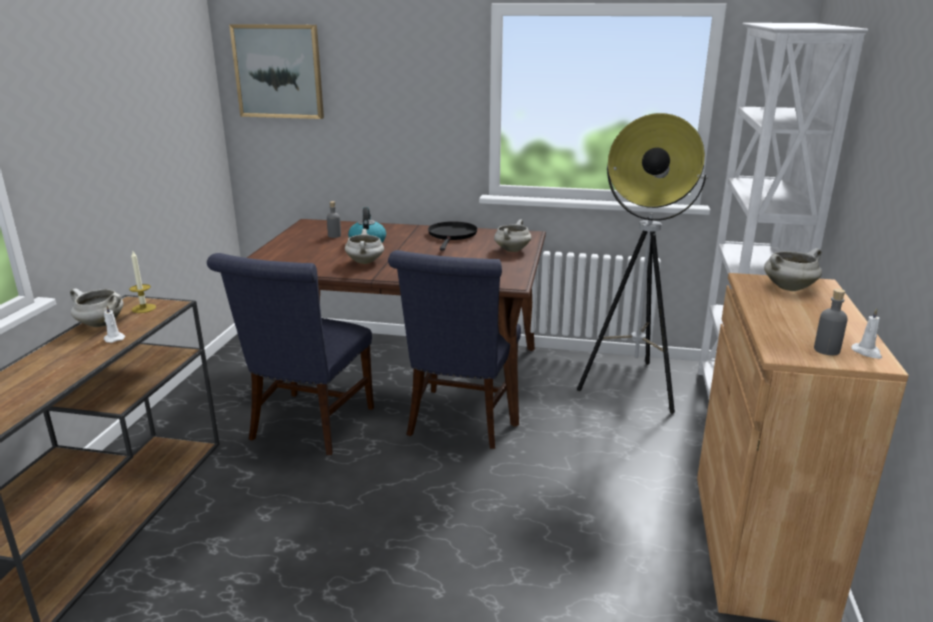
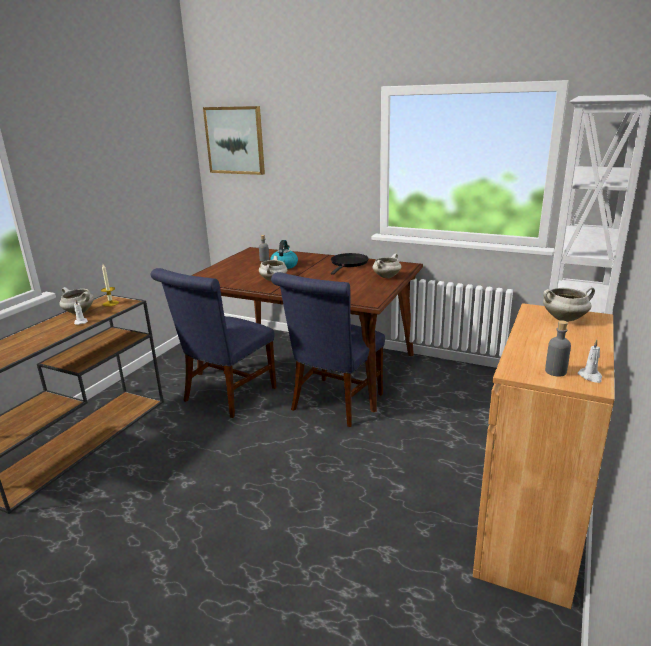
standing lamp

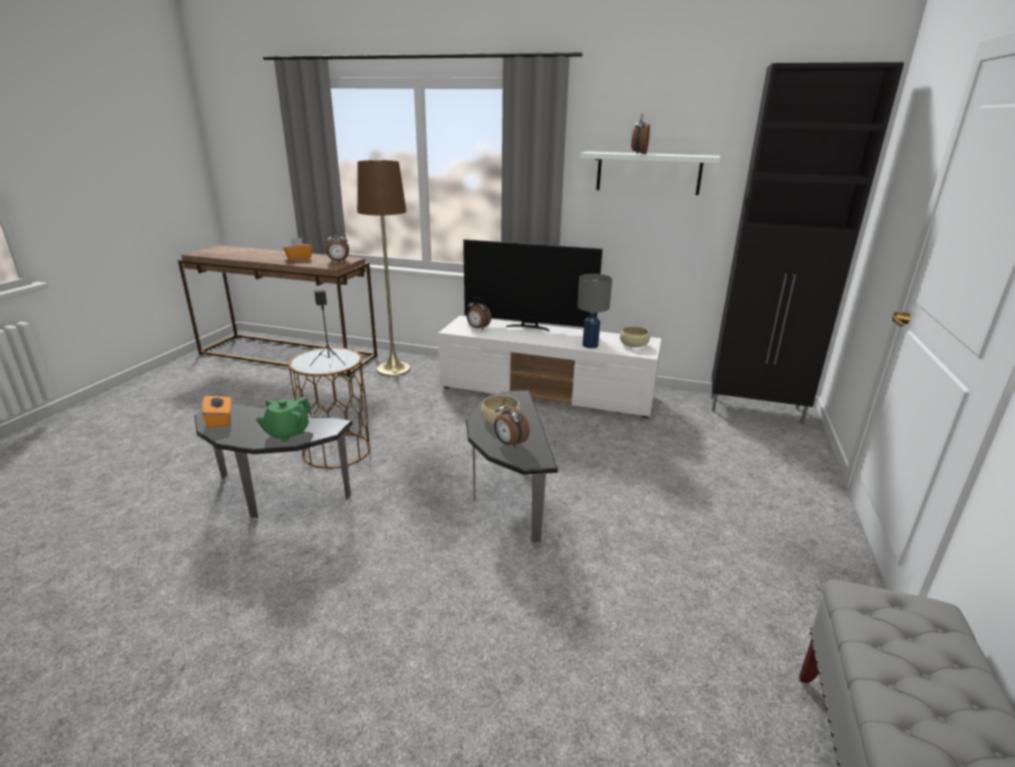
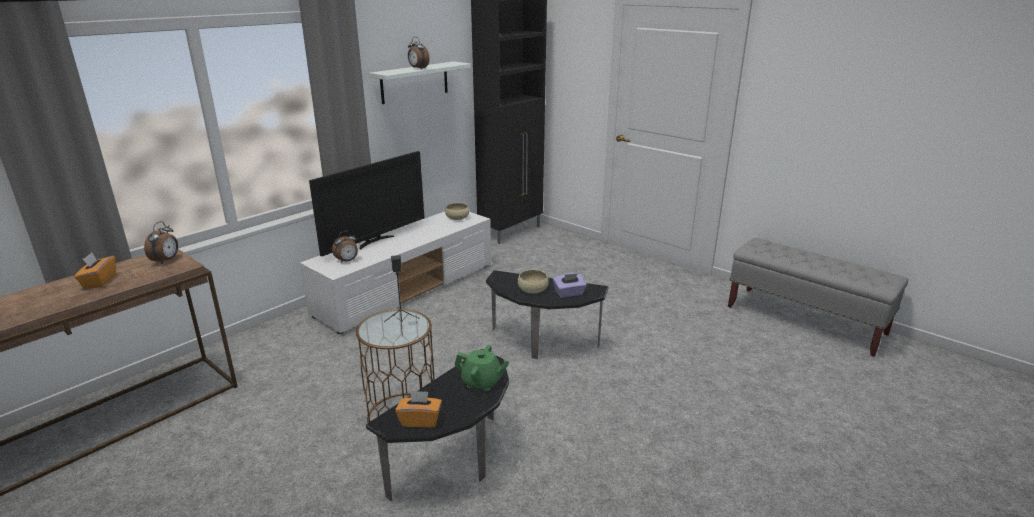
brownish standing lamp
gray lamp for a table
purplish box of tissues
green-coloured teapot

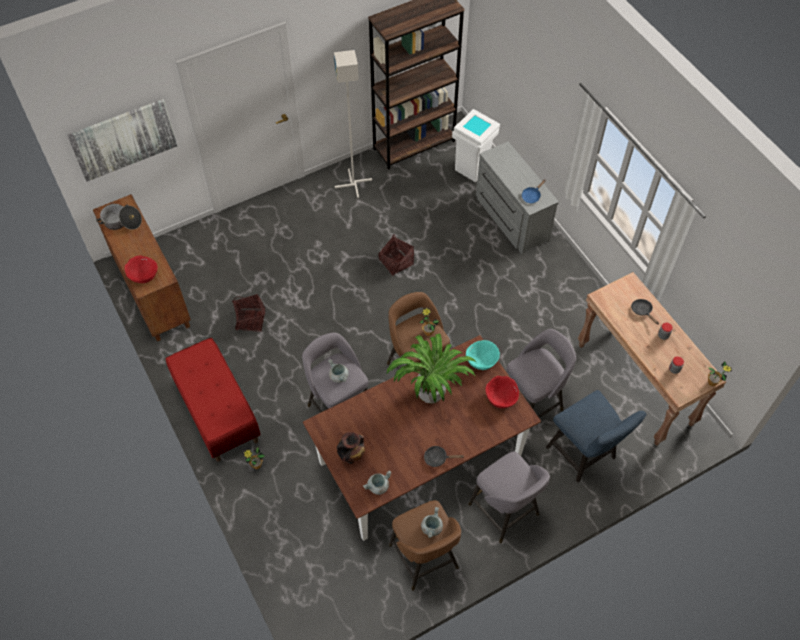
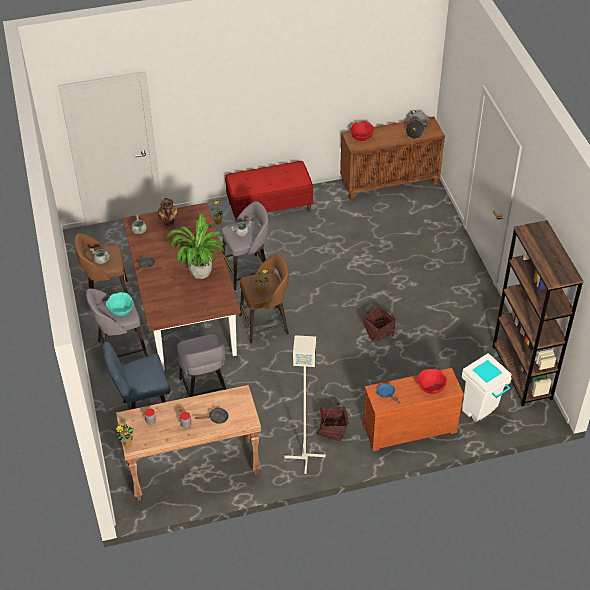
wall art
household basket (1st from left)
gray standing lamp
turquoise deep dish
red-coloured deep dish (2nd from left)
brownish chest of drawers

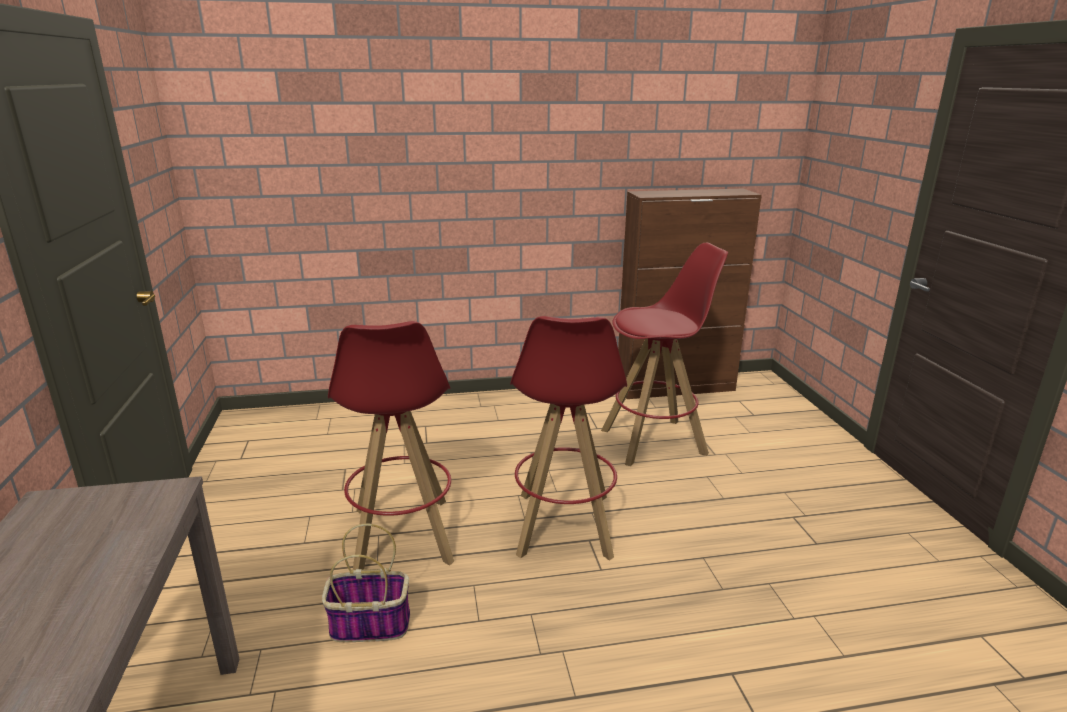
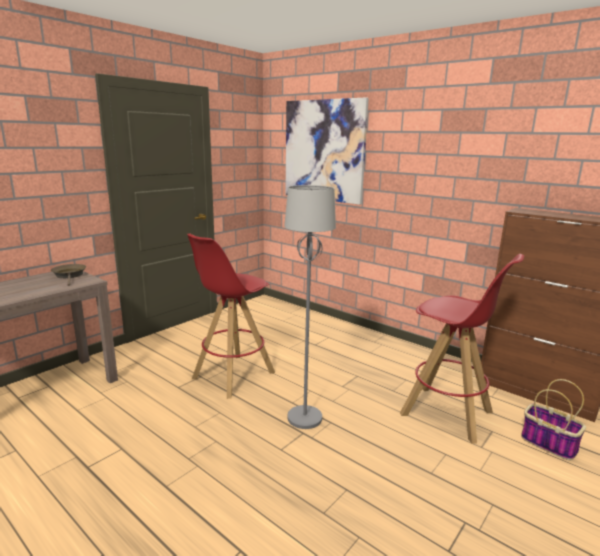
brownish pan
wall art
household basket
gray standing lamp

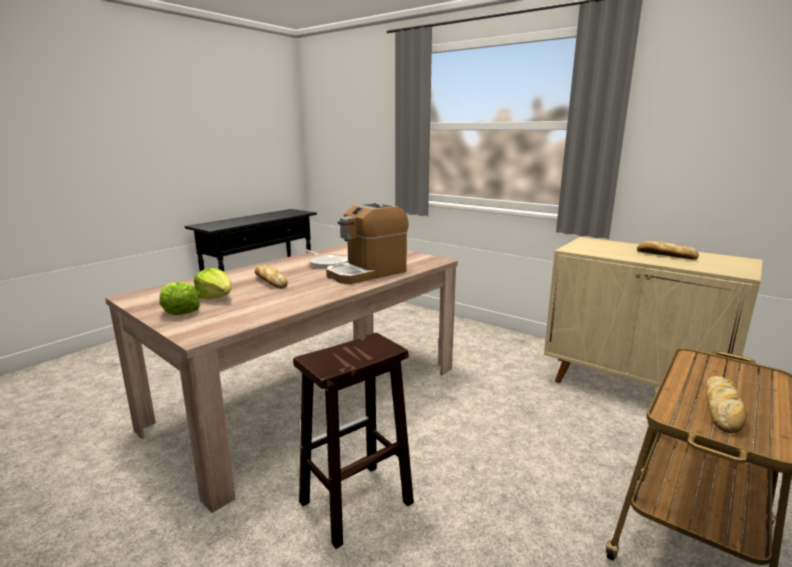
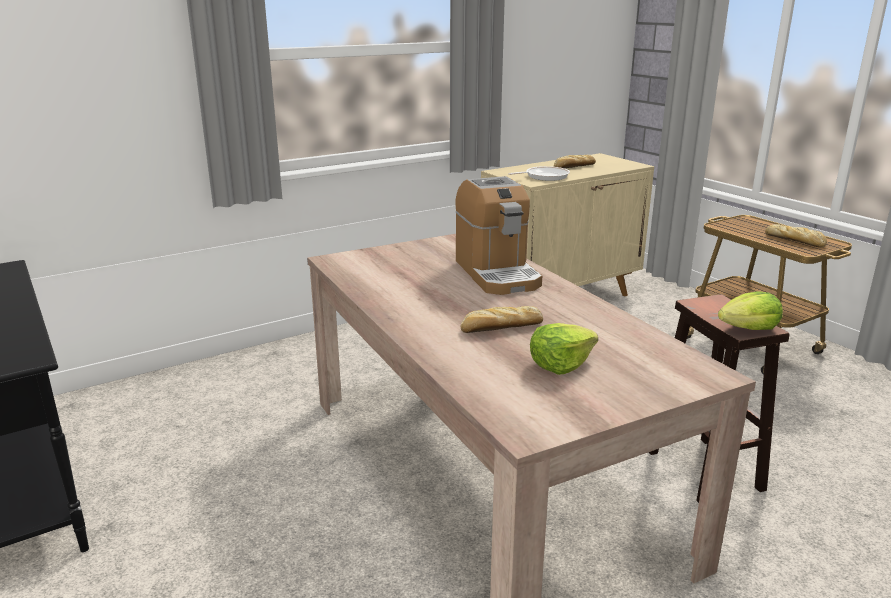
head of lettuce (2nd from left)
pan

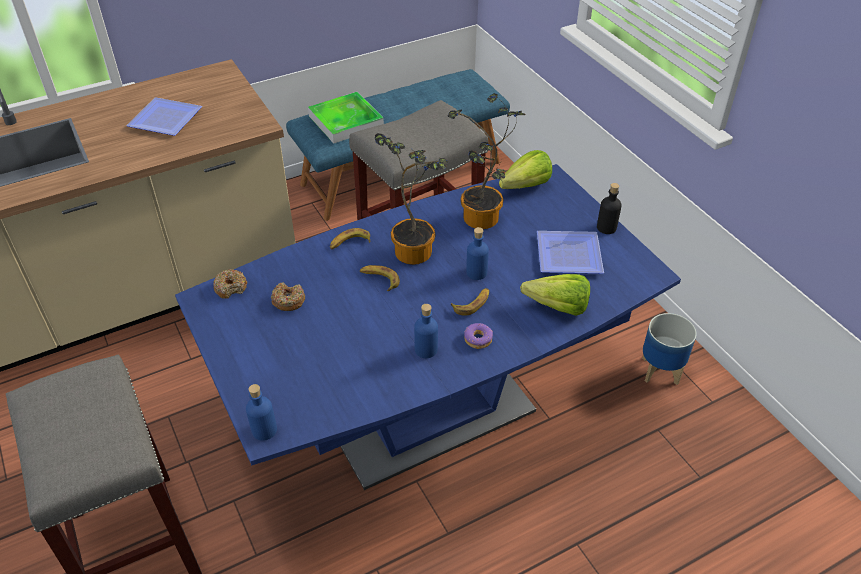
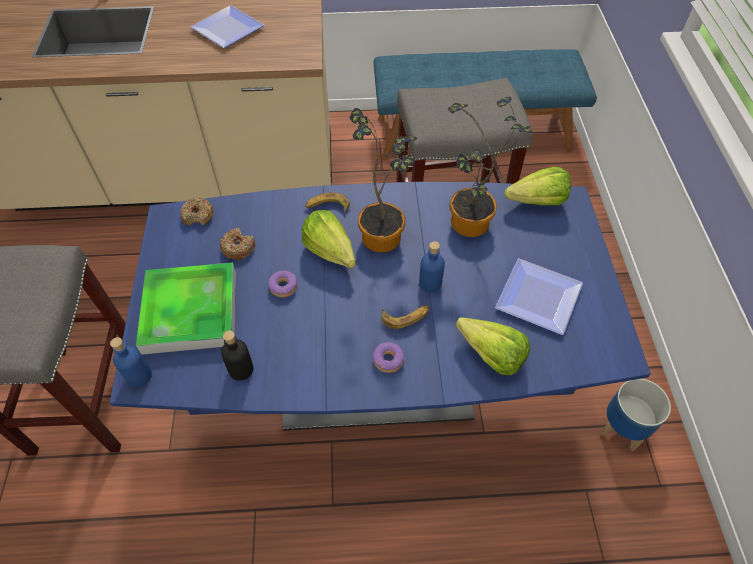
blue drink bottle (2nd from left in the first image)
ring doughnut (3rd from left)
serving tray
blackish drink bottle
head of lettuce (1st from left)

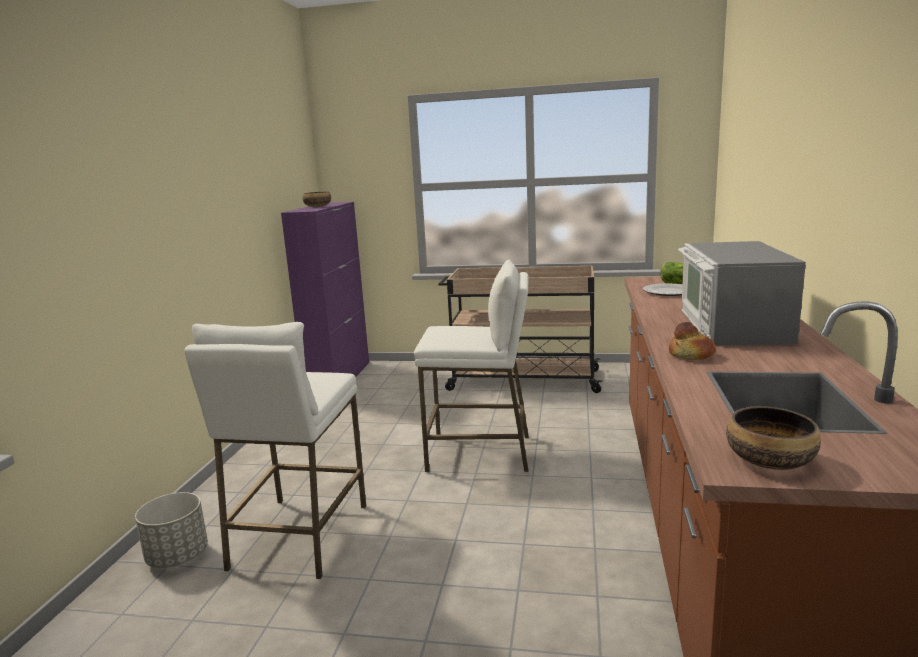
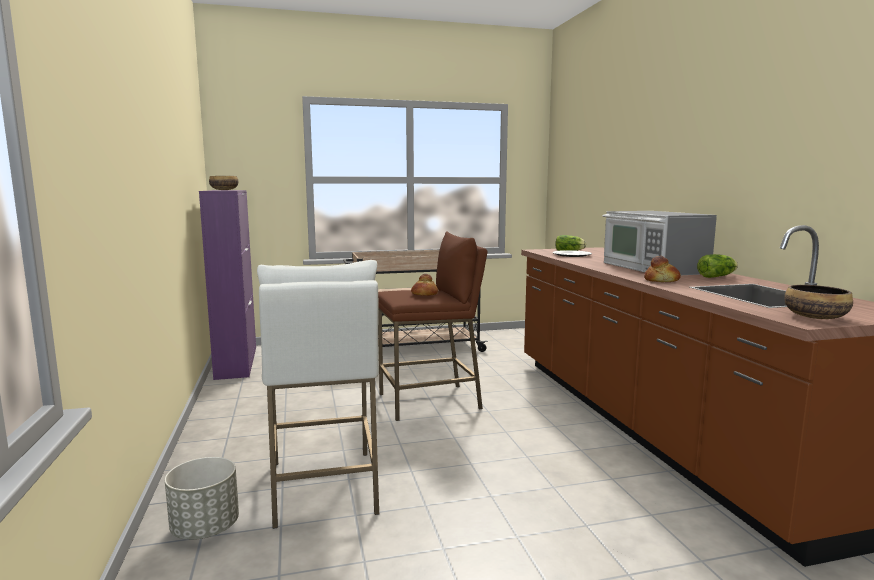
bakery bread (1st from left)
head of lettuce (2nd from left)
brownish stool

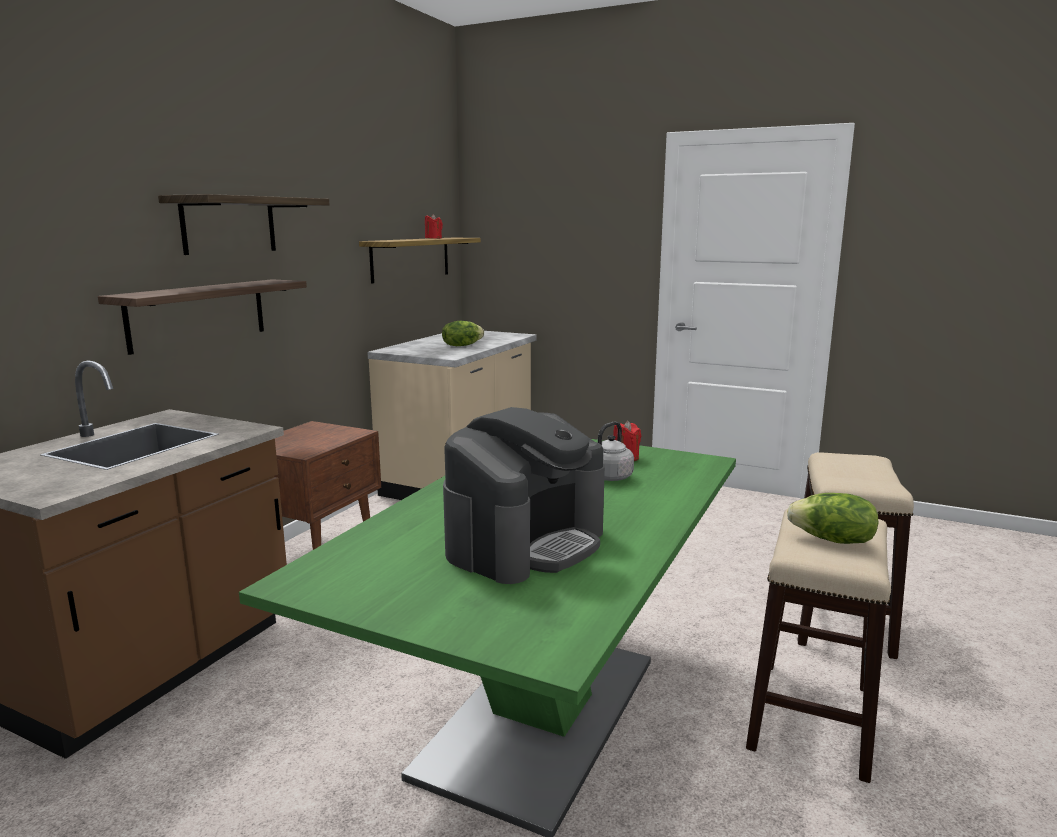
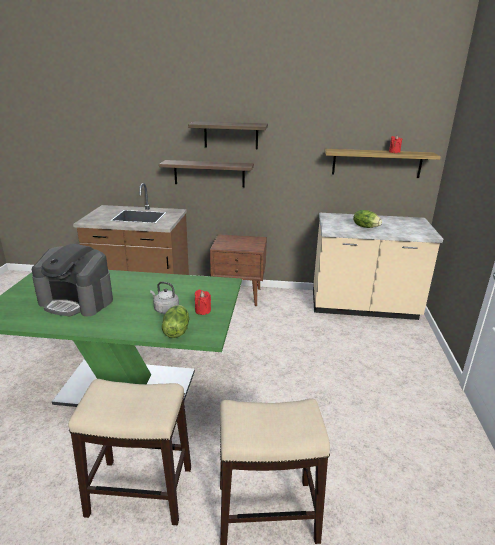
head of lettuce (1st from left)

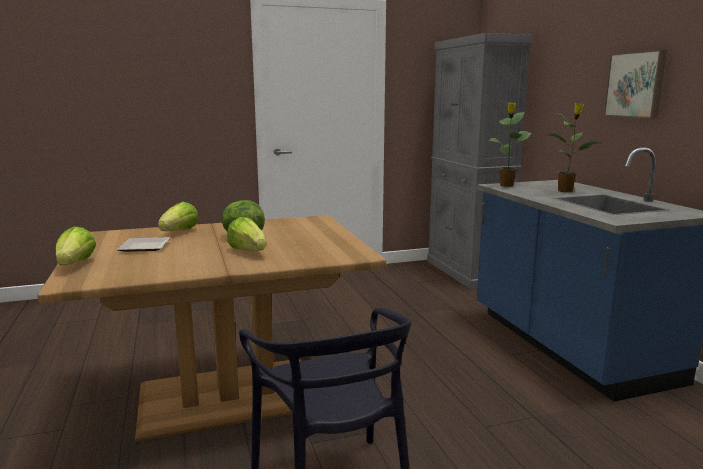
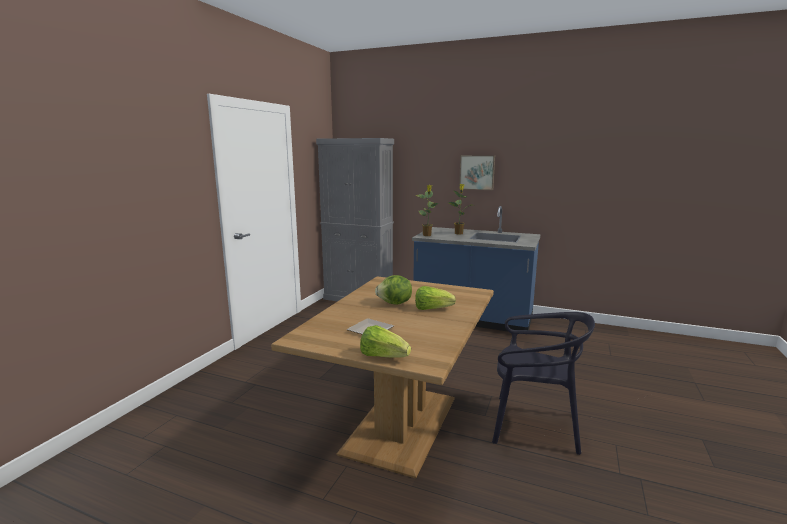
head of lettuce (2nd from left in the first image)

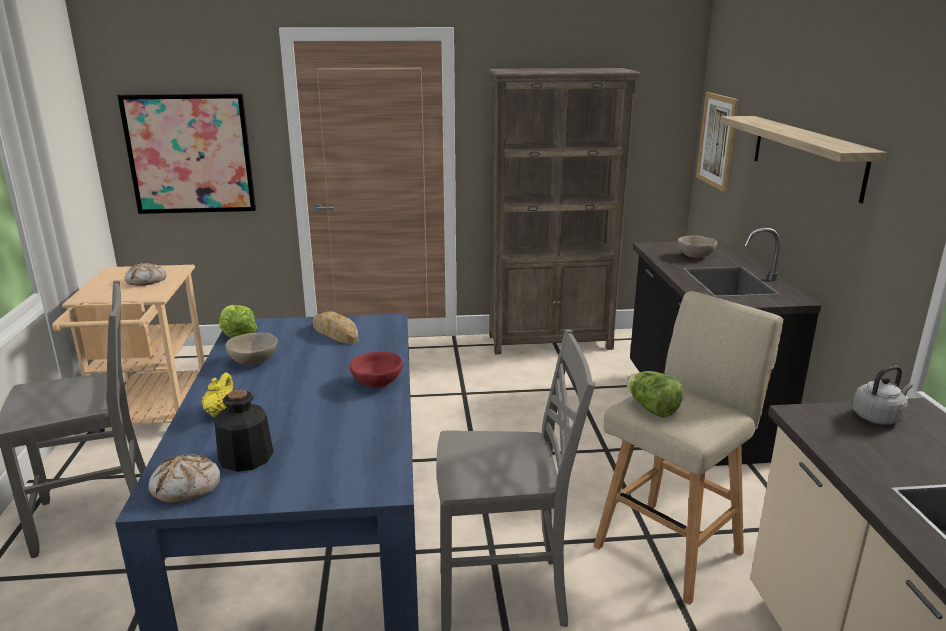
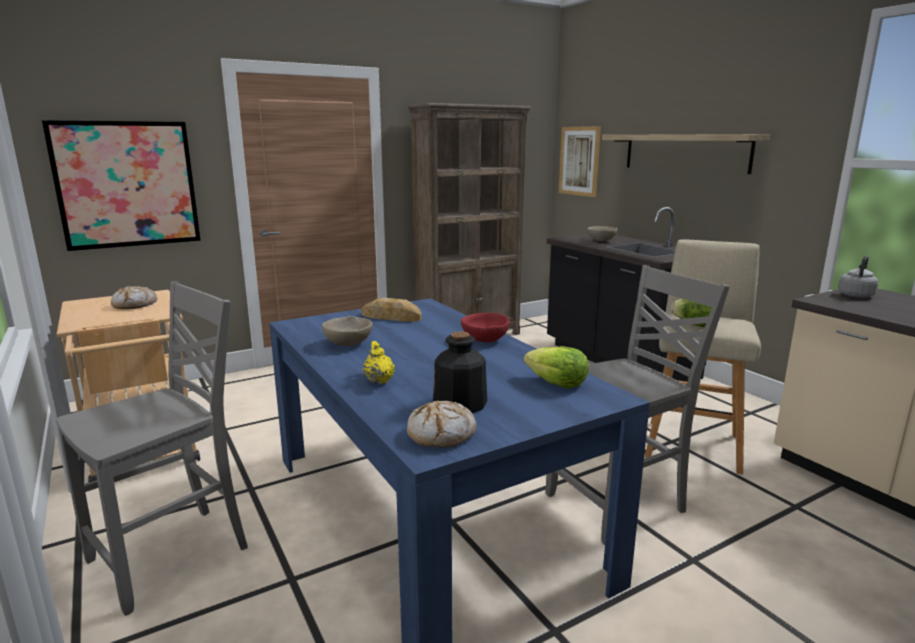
head of lettuce (1st from left)

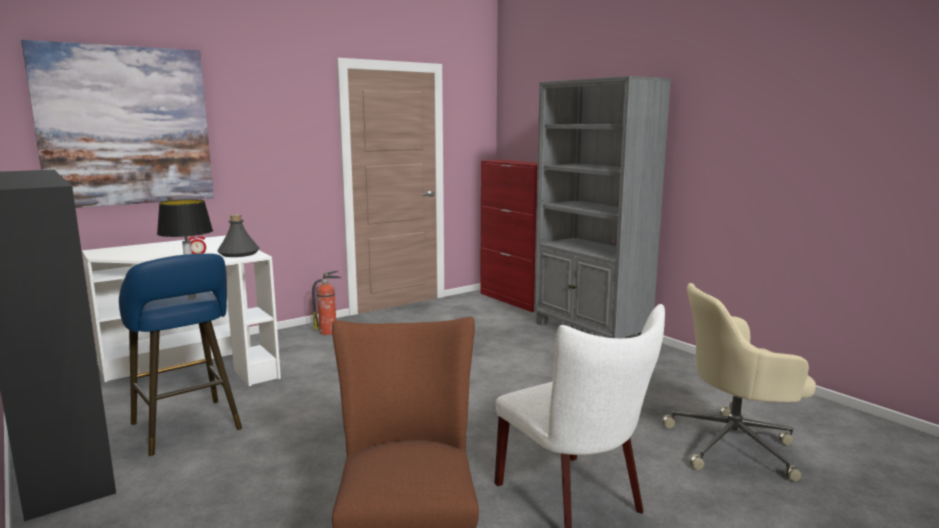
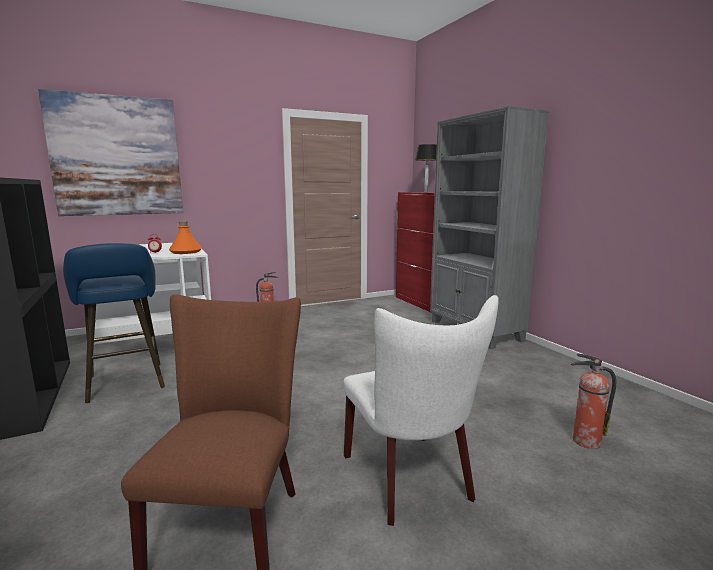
lamp for a table
extinguisher (2nd from left)
orange drink bottle

